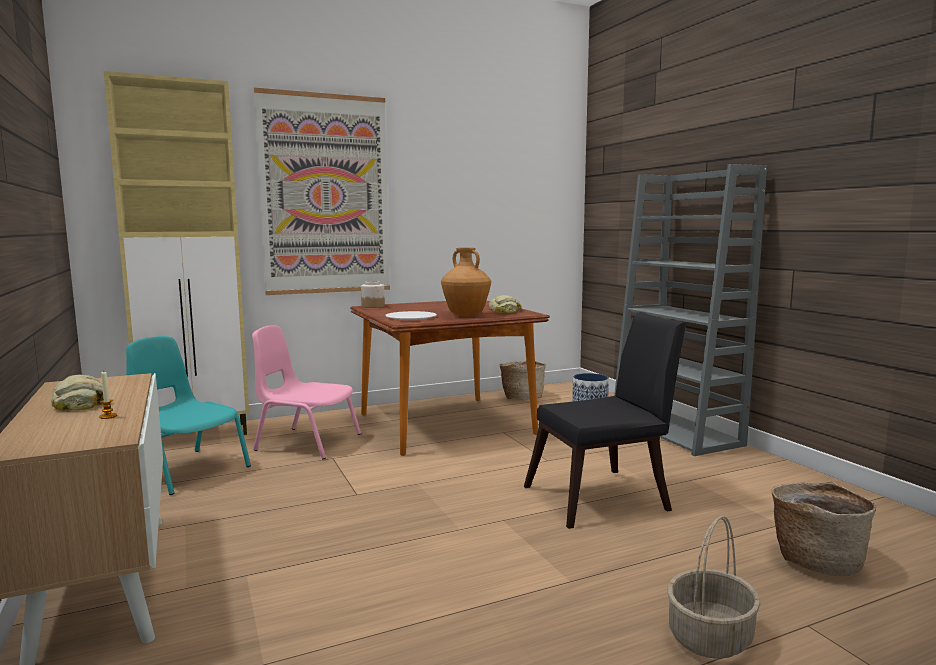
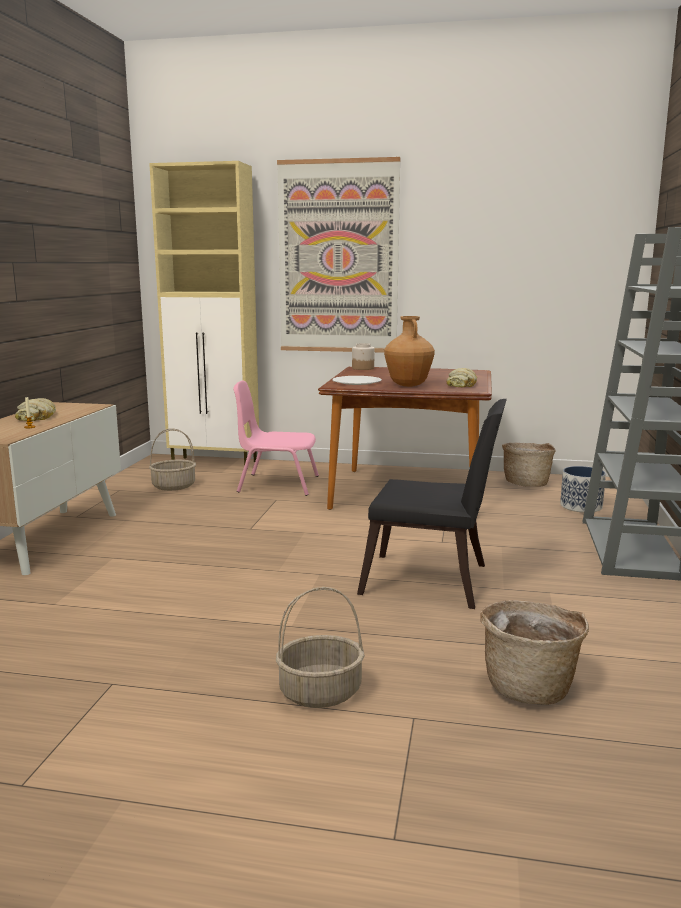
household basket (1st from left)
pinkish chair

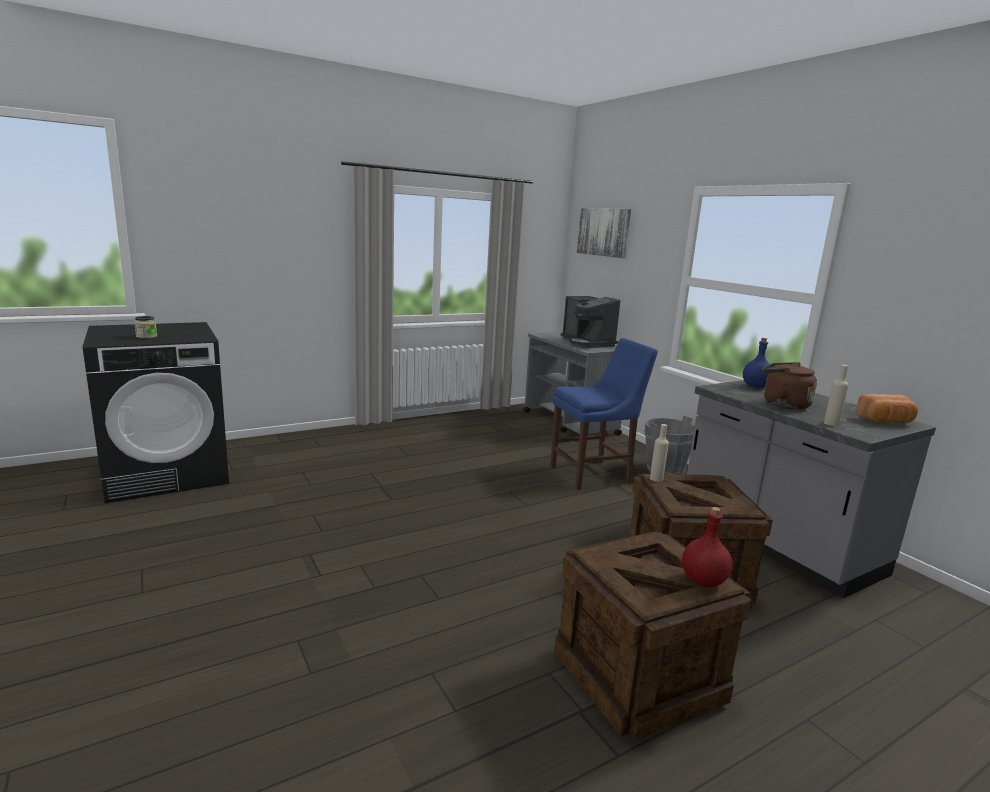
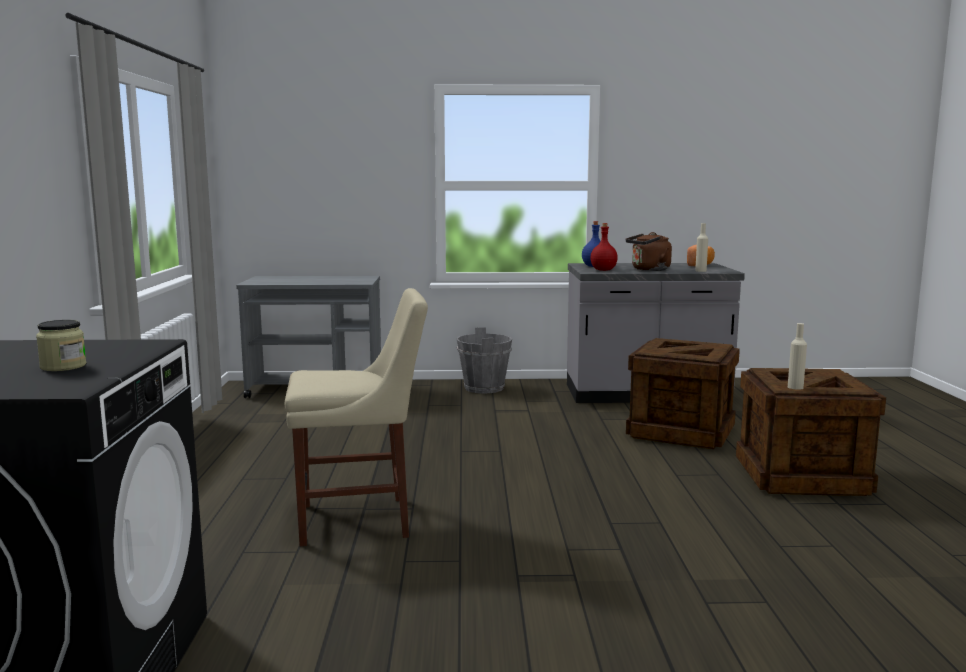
blue chair
coffee machine
wall art
sand-coloured chair
sand-coloured drink bottle (2nd from left)
red-coloured drink bottle

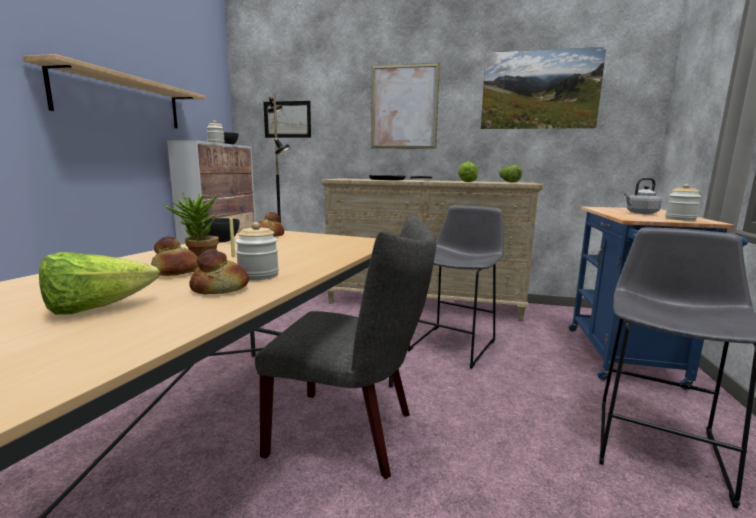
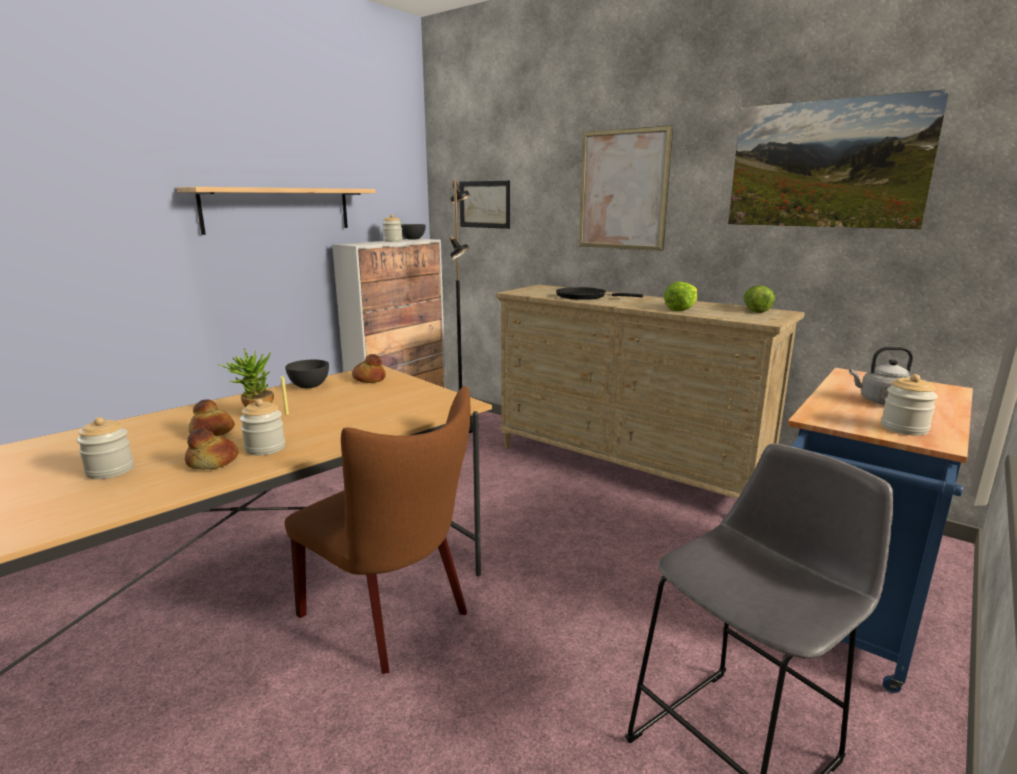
gray stool (1st from left in the first image)
jar (1st from left)
brownish chair

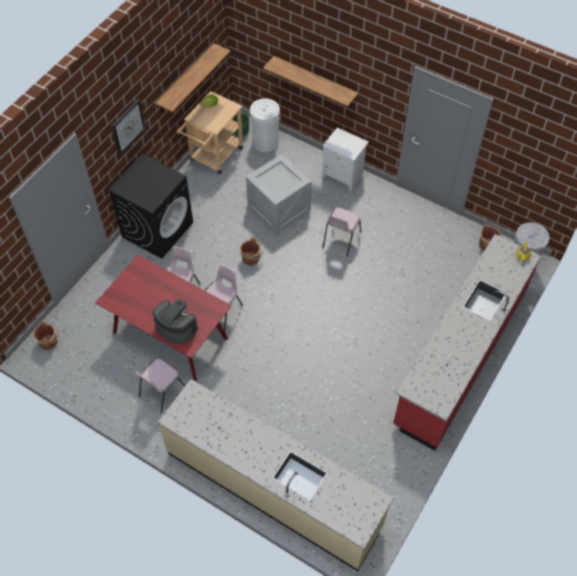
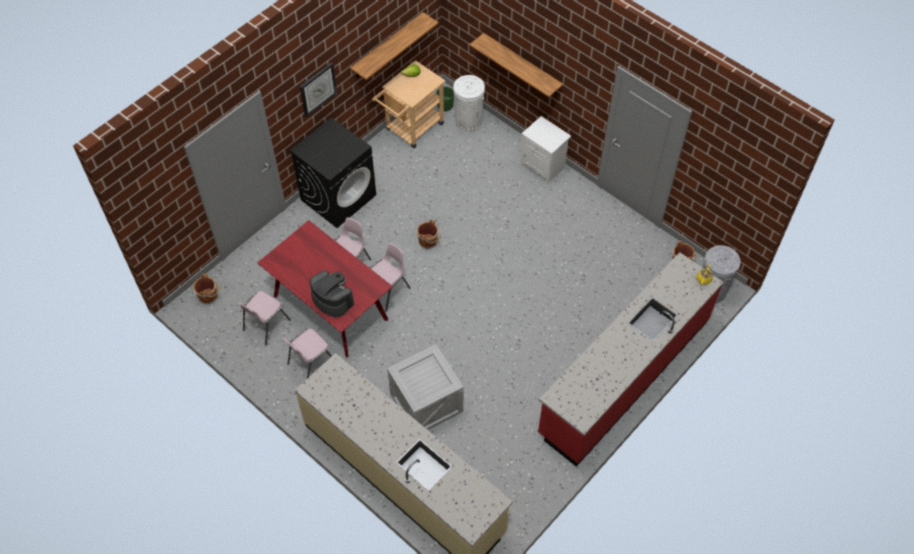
shipping crate
pinkish chair (1st from left)

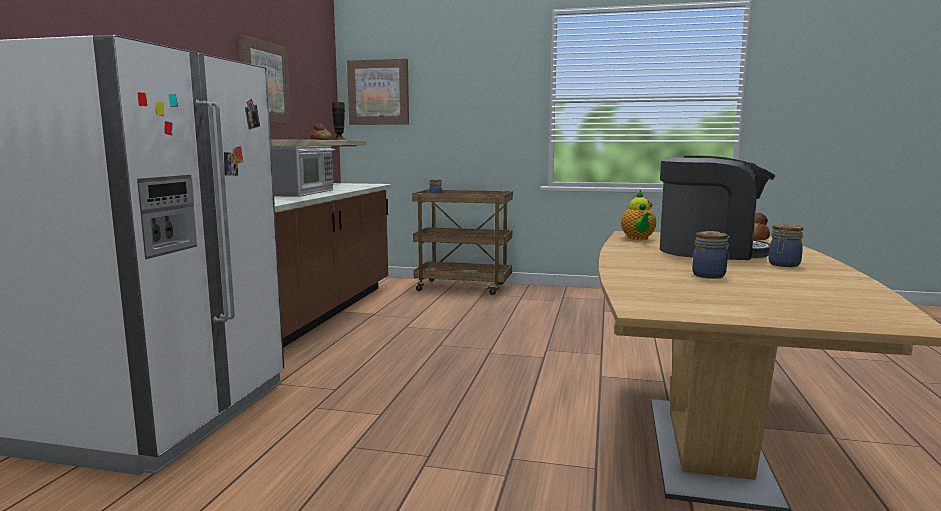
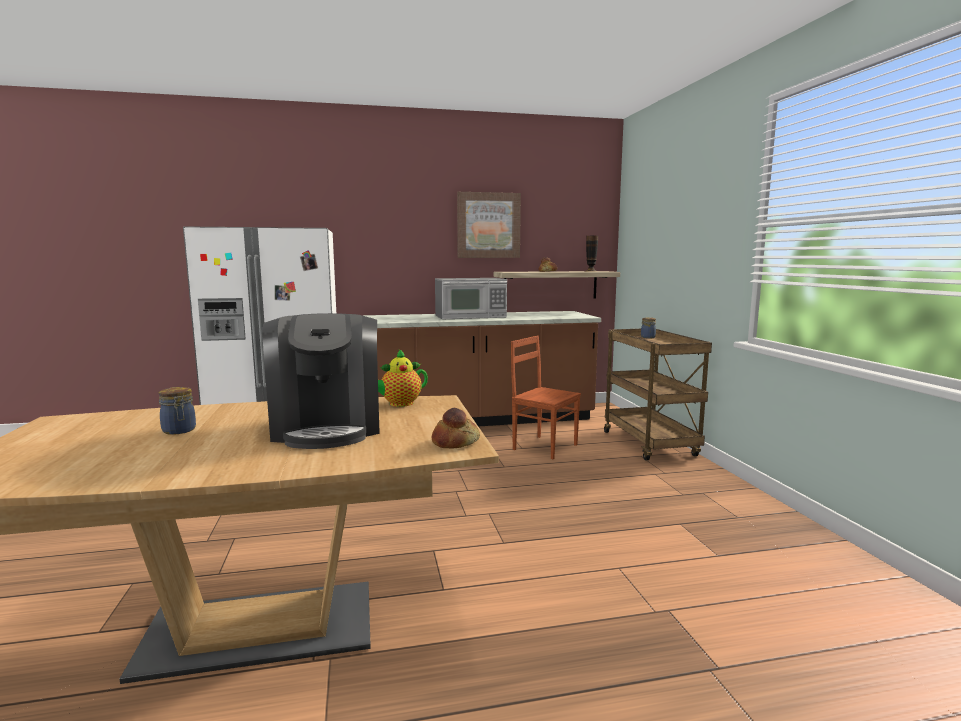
wall art (2nd from left in the first image)
jar (3rd from left in the first image)
brownish chair

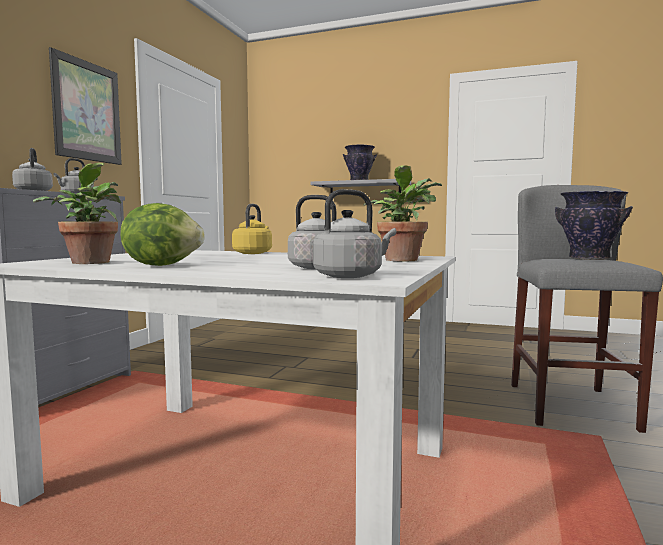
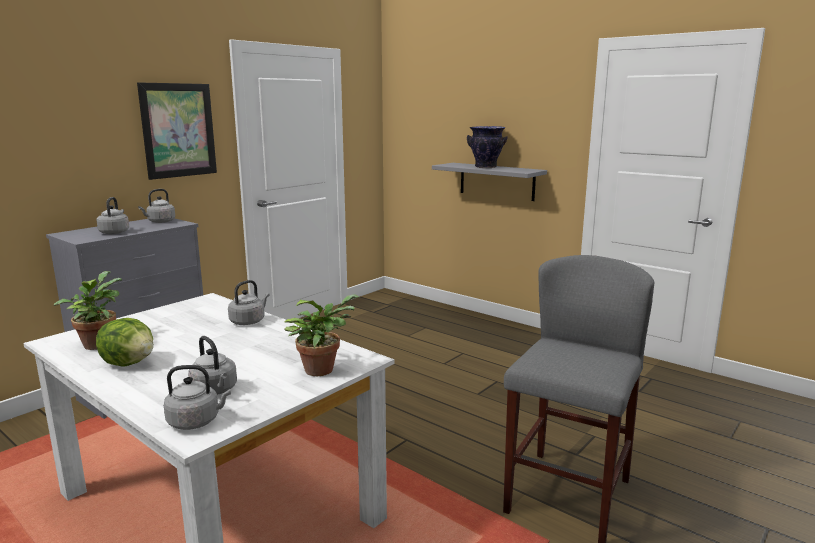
flower vase (2nd from left in the first image)
gray tea kettle (5th from left)

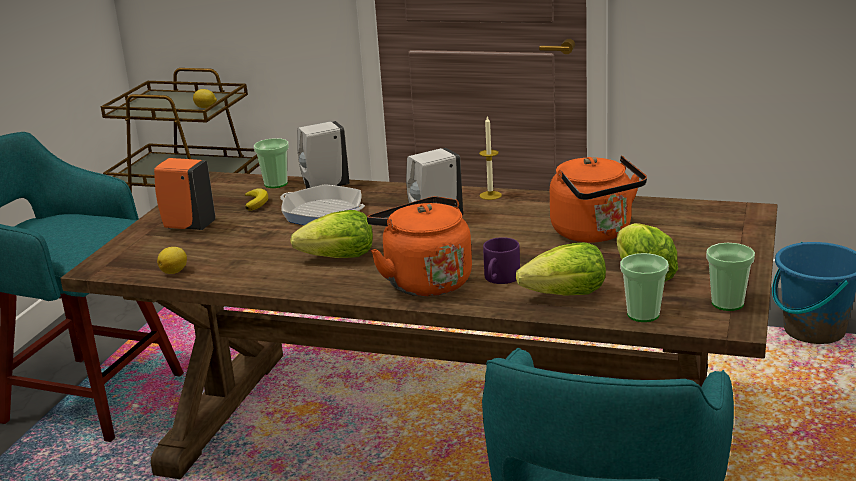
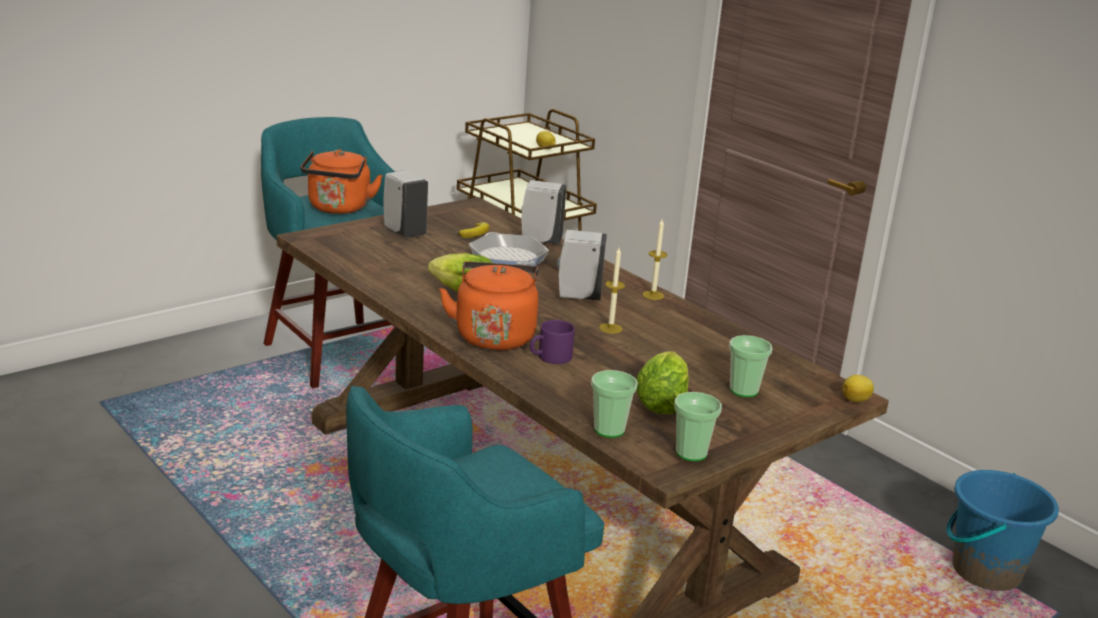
head of lettuce (2nd from left in the first image)
wax candle (1st from left)
whole lemon (2nd from left)
drinking cup (3rd from left)
orange tea kettle (1st from left)
white-coloured soap dispenser (1st from left)

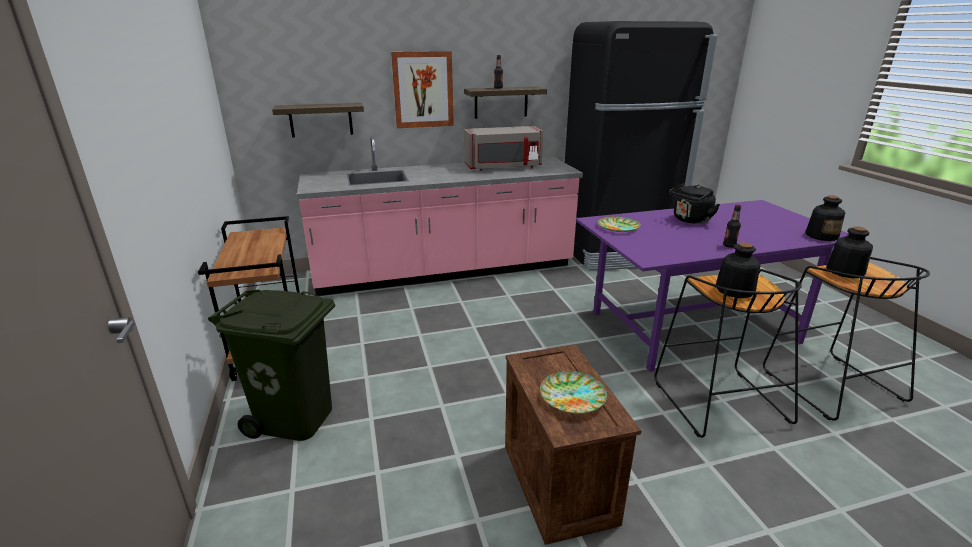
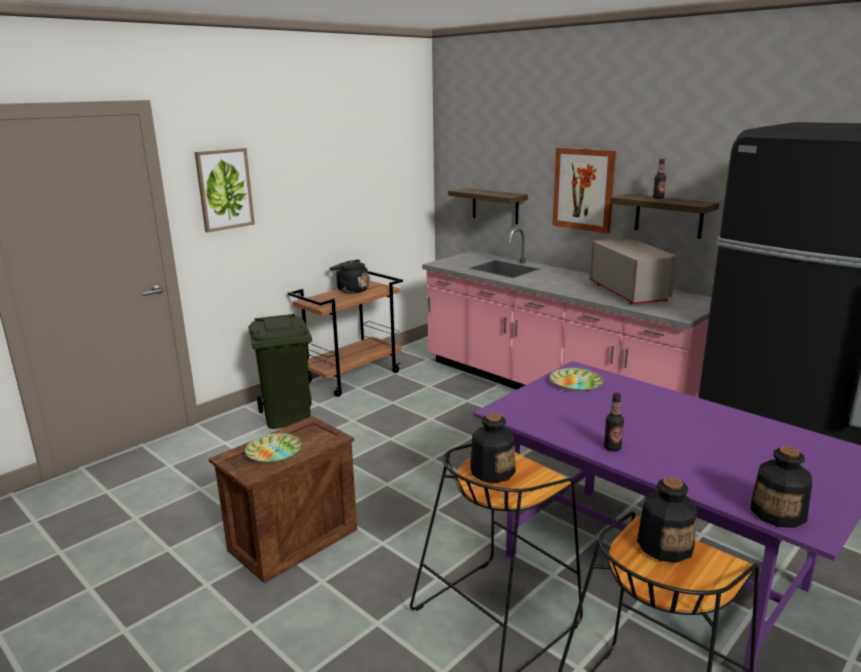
wall art (1st from left)
blackish tea kettle
gray microwave

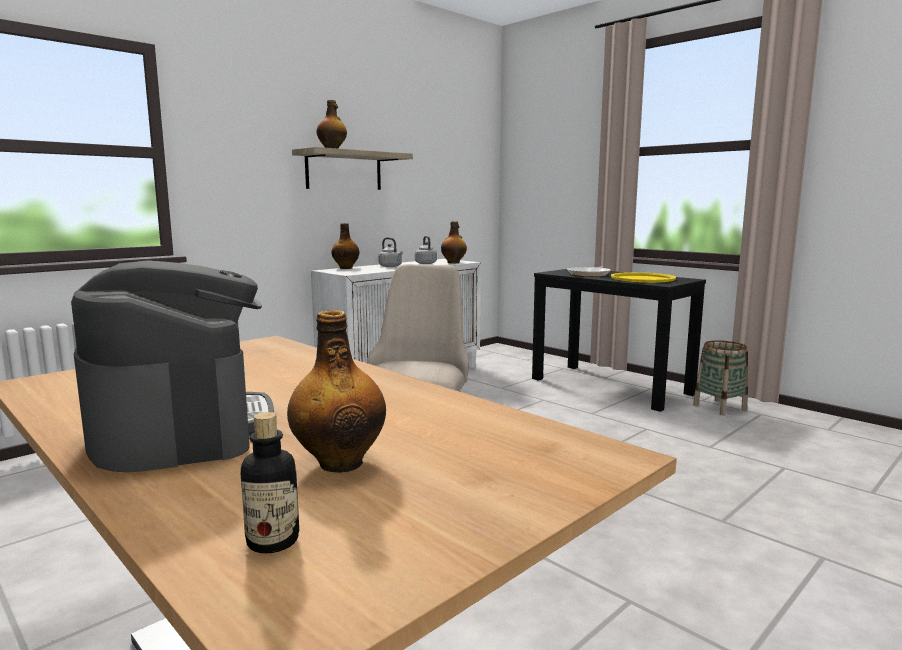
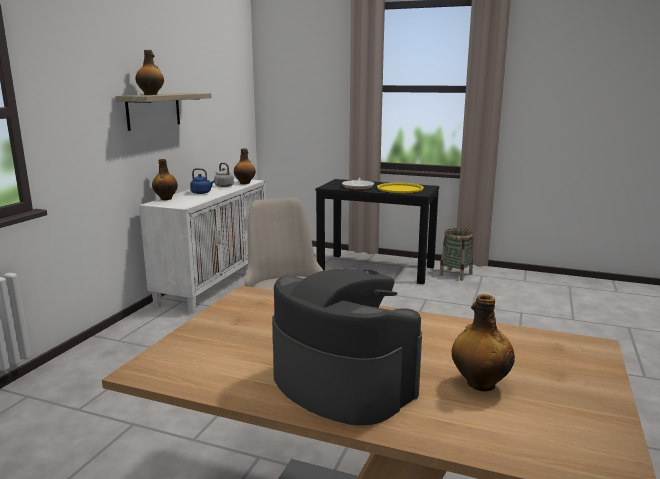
drink bottle (1st from left in the first image)
blue tea kettle

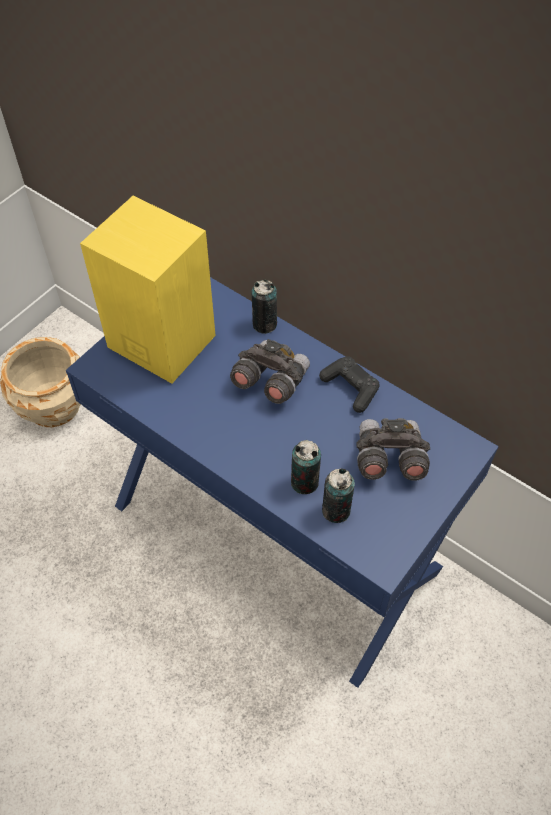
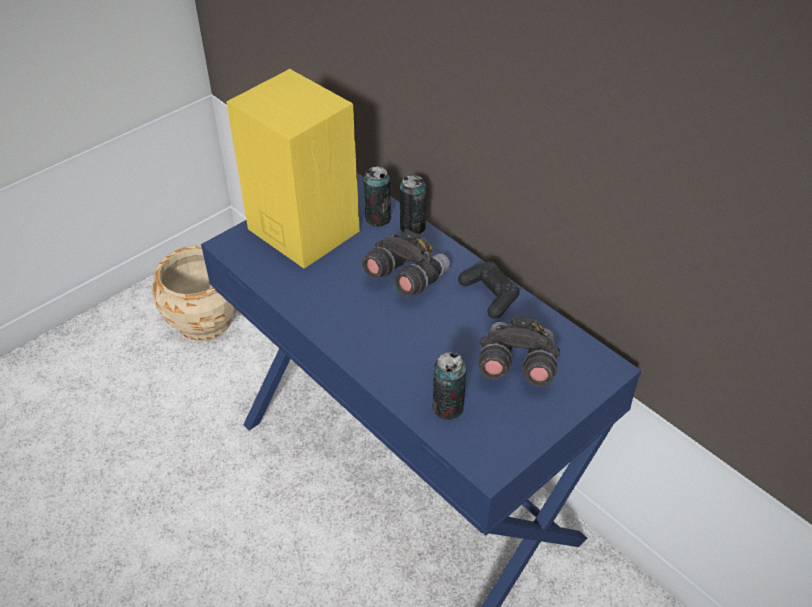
sealed can (1st from left)

